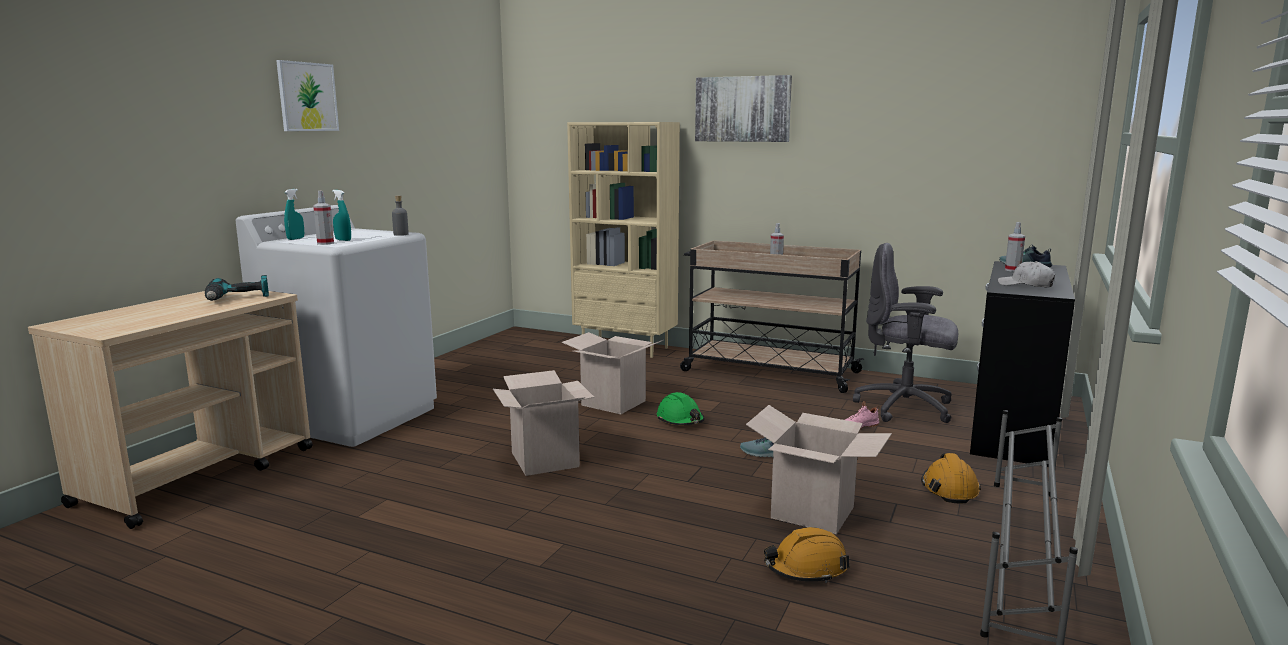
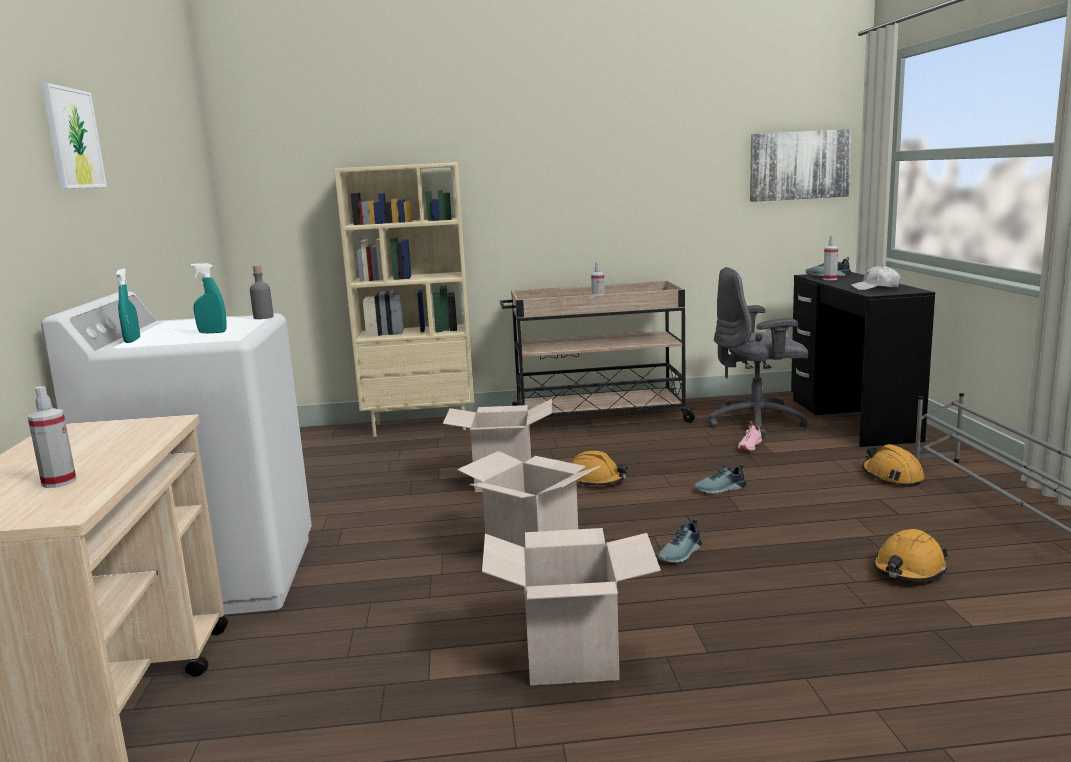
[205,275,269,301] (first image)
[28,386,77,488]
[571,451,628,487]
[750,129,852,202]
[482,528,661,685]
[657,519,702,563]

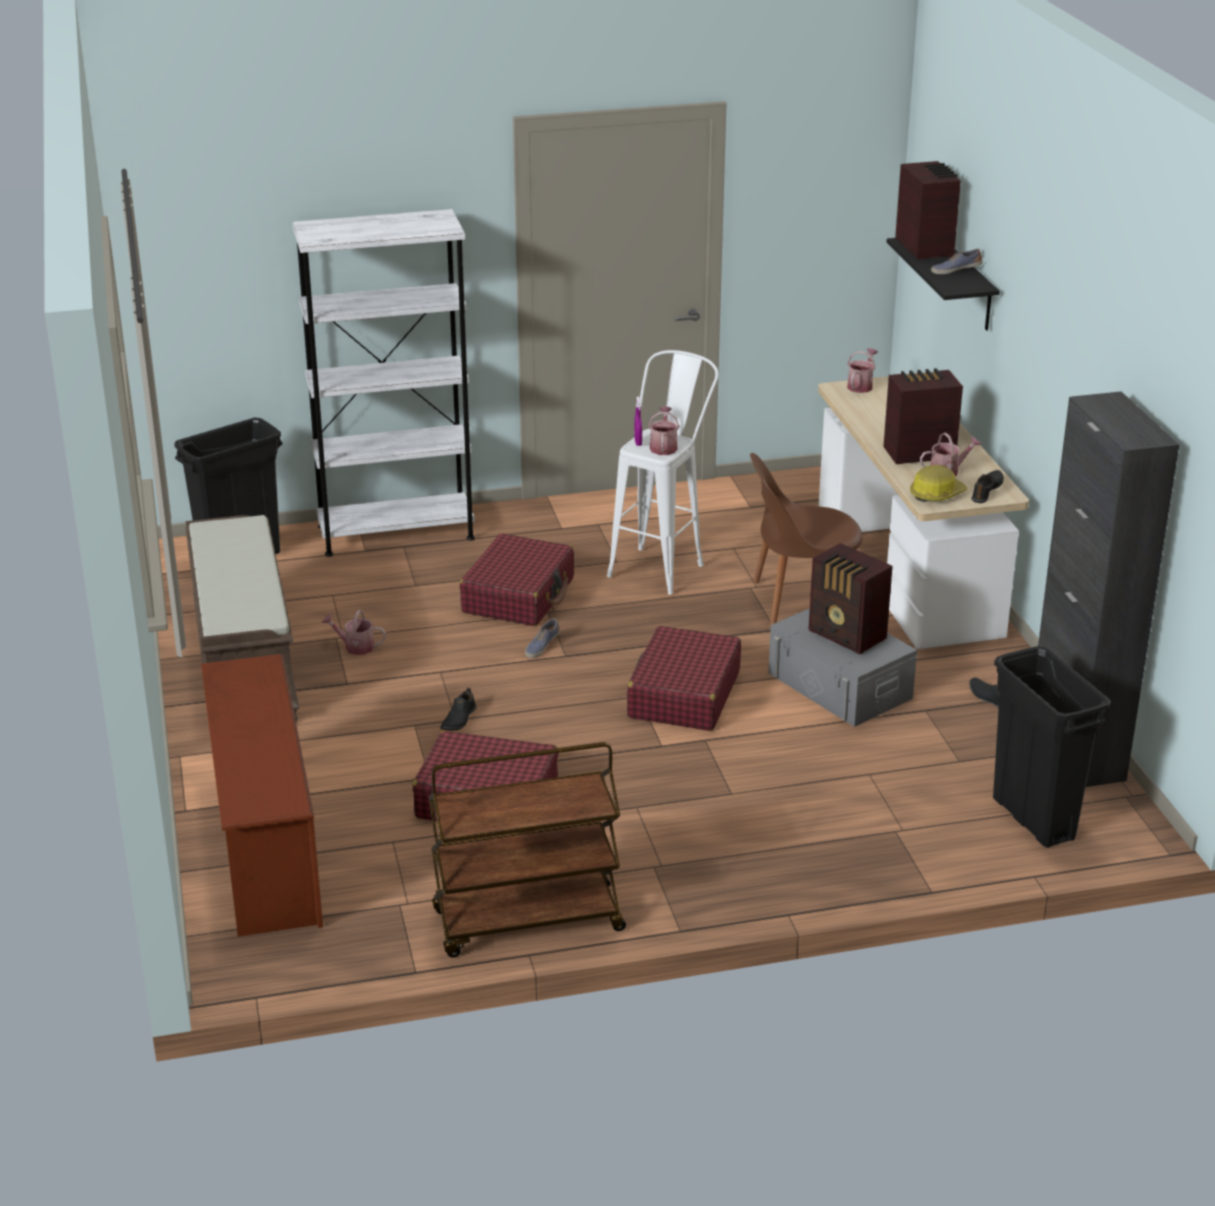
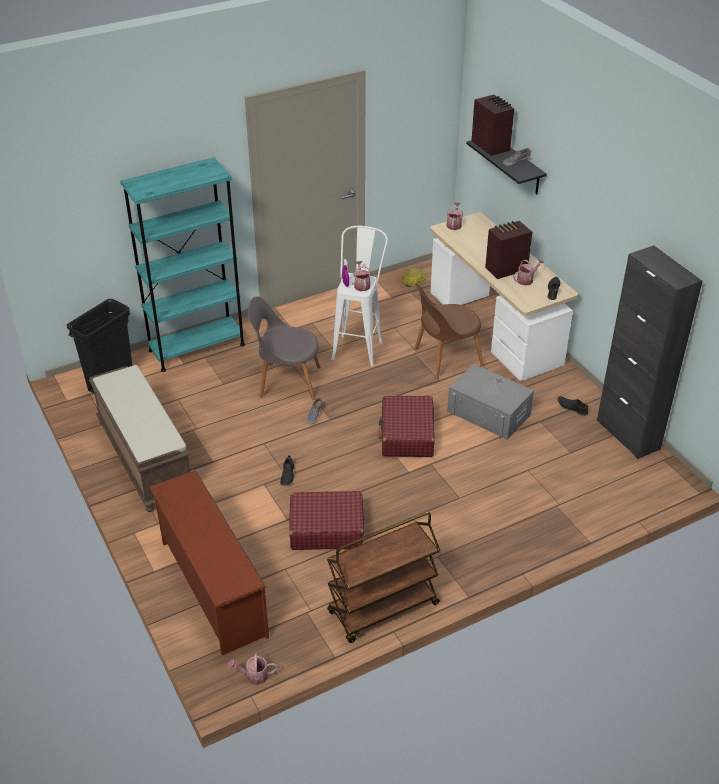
[120,157,245,372]
[228,652,277,685]
[248,296,321,400]
[809,543,893,654] (first image)
[401,267,428,287]
[993,646,1111,848] (first image)

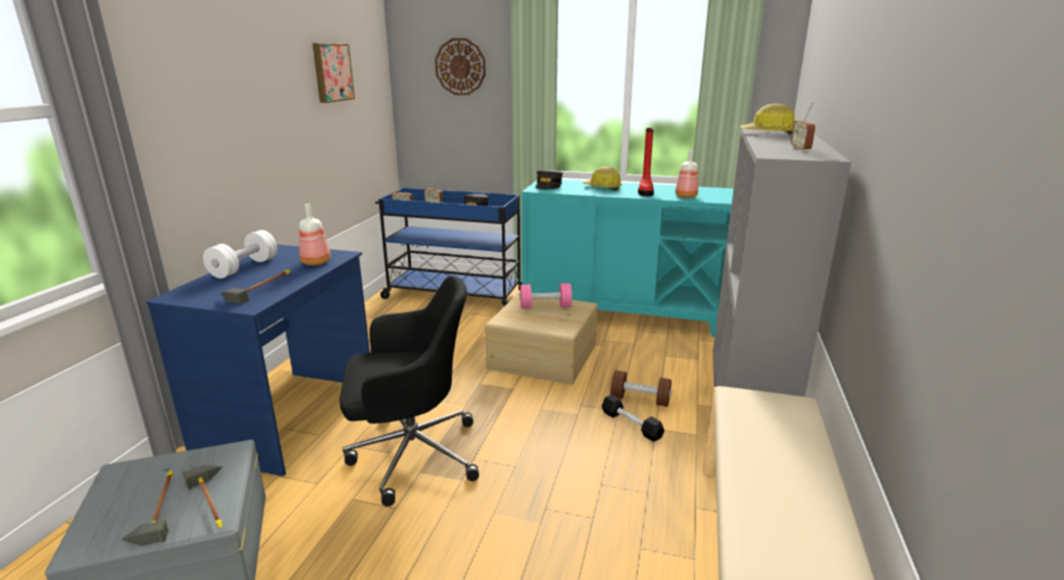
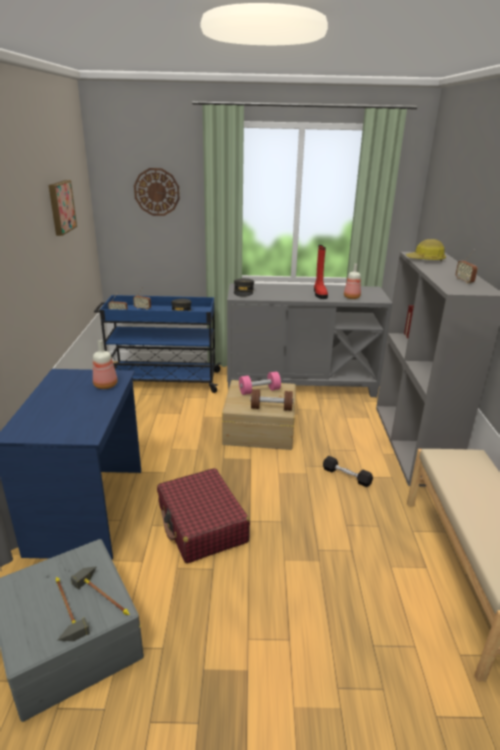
[203,230,277,278] (first image)
[220,270,291,305] (first image)
[157,468,250,564]
[227,283,392,397]
[582,166,622,190] (first image)
[250,389,293,411]

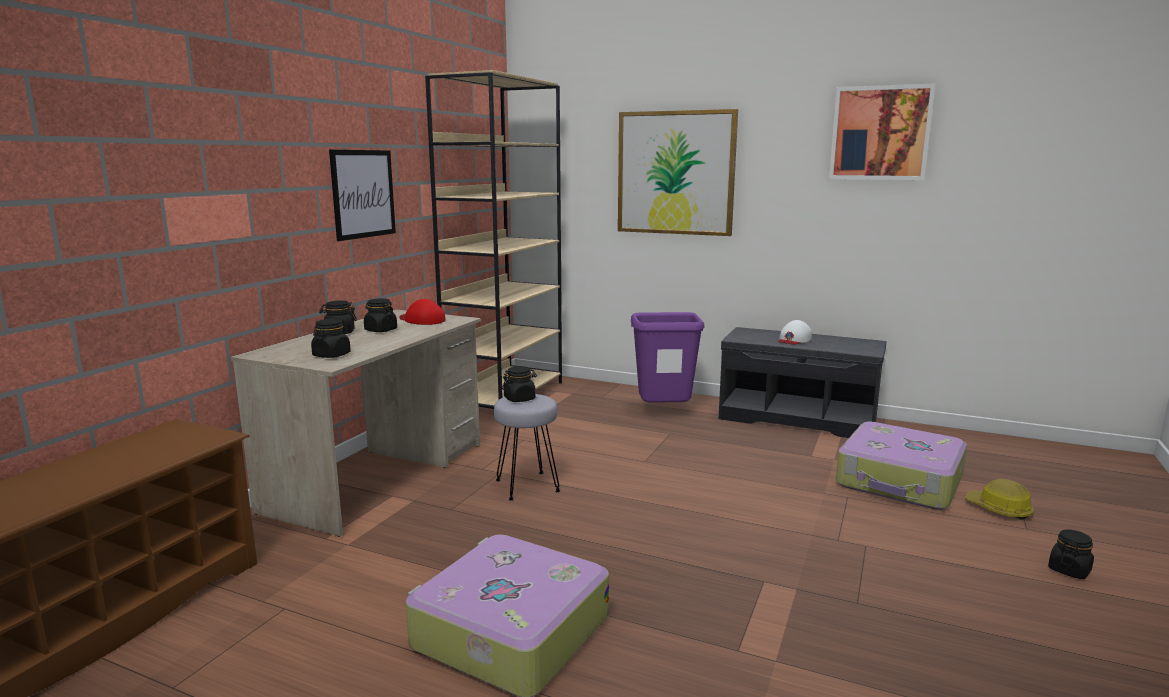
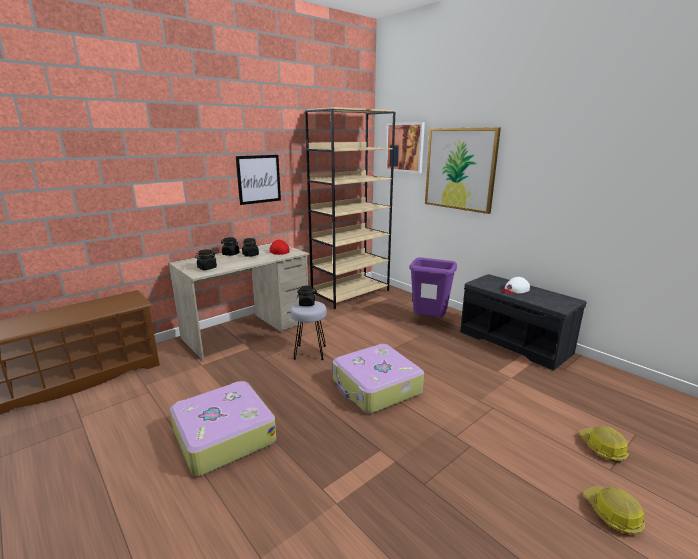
[385,122,425,173]
[333,344,424,413]
[584,486,645,535]

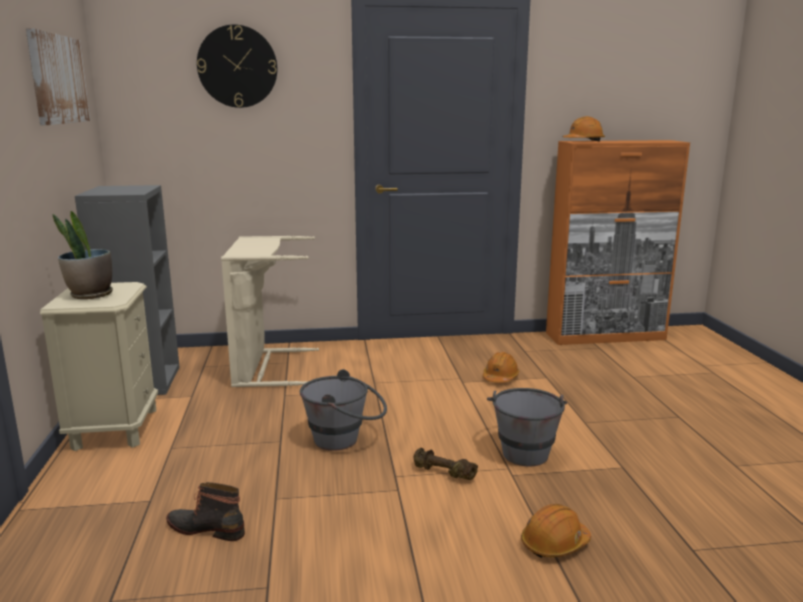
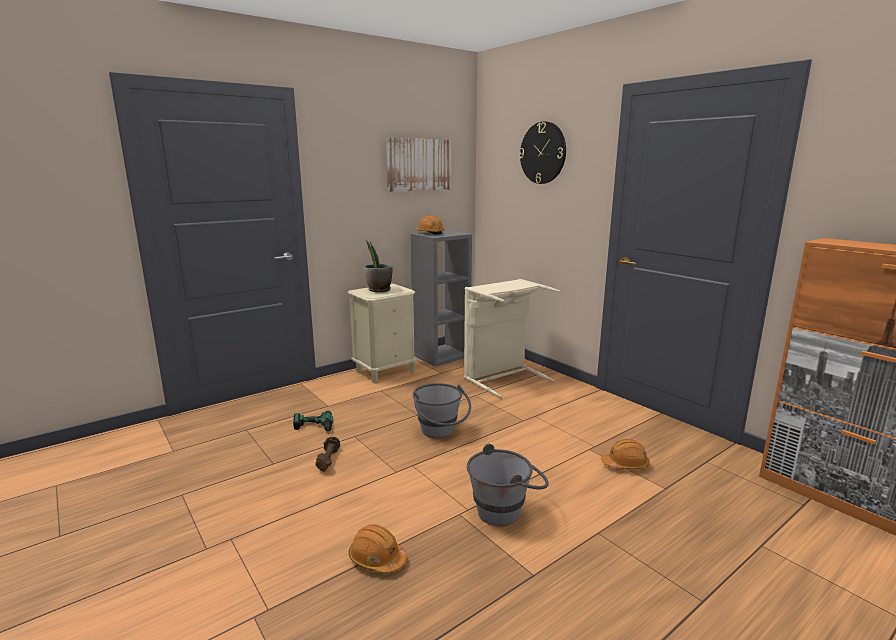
[293,411,333,431]
[315,437,340,472]
[415,215,445,235]

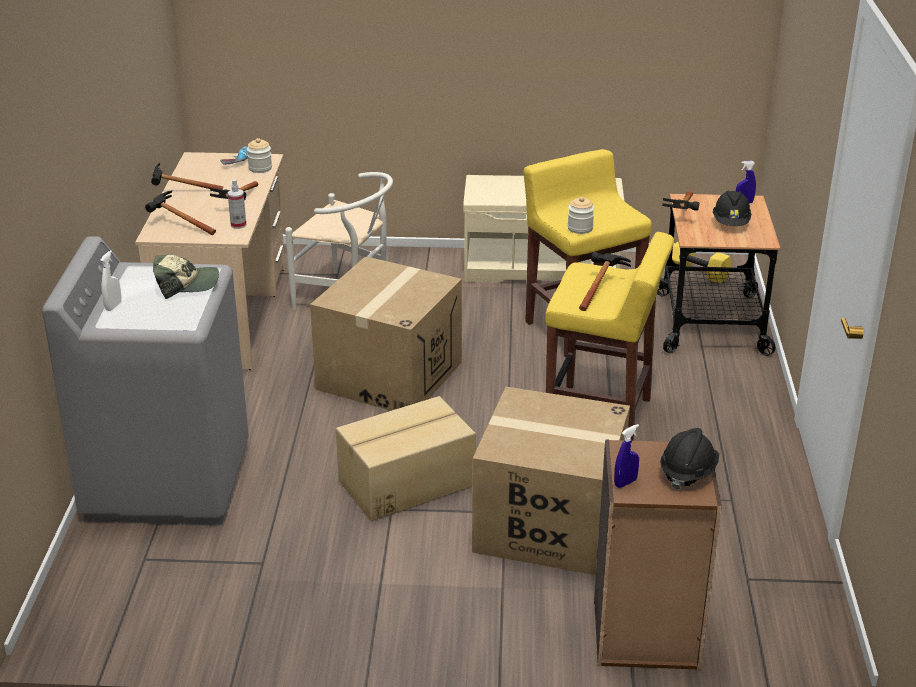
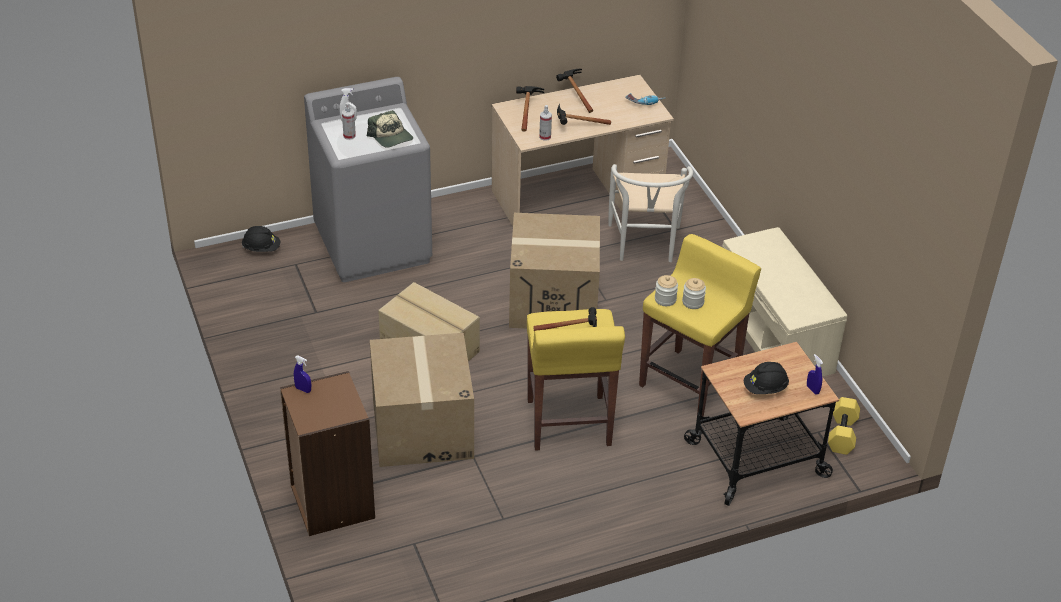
[682,278,706,309]
[242,226,280,252]
[662,191,699,211] (first image)
[342,102,356,140]

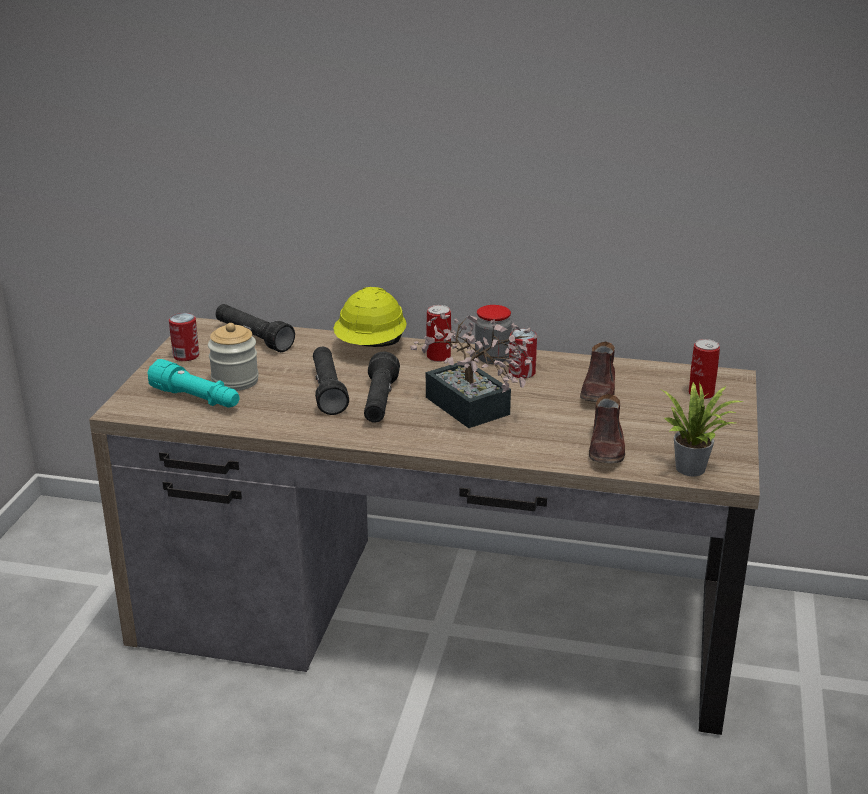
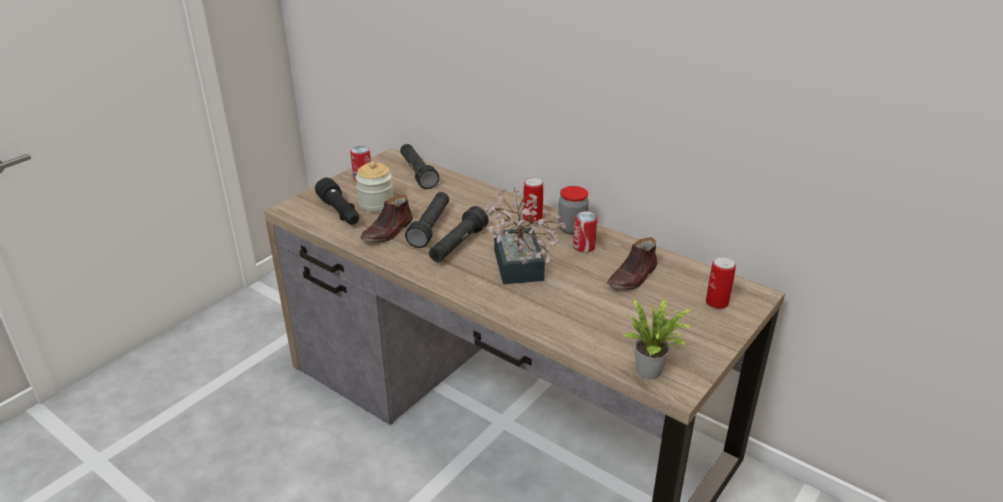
[315,177,359,225]
[333,287,407,347] (first image)
[360,195,413,243]

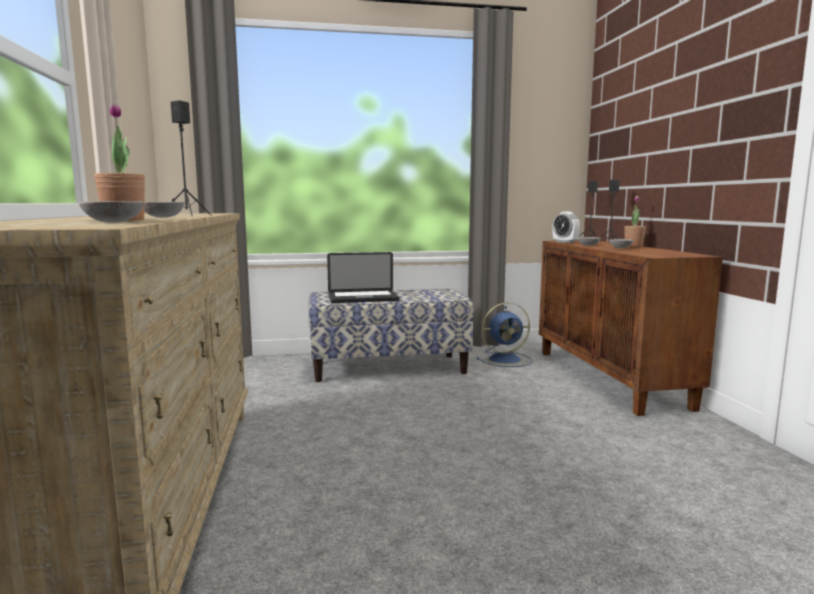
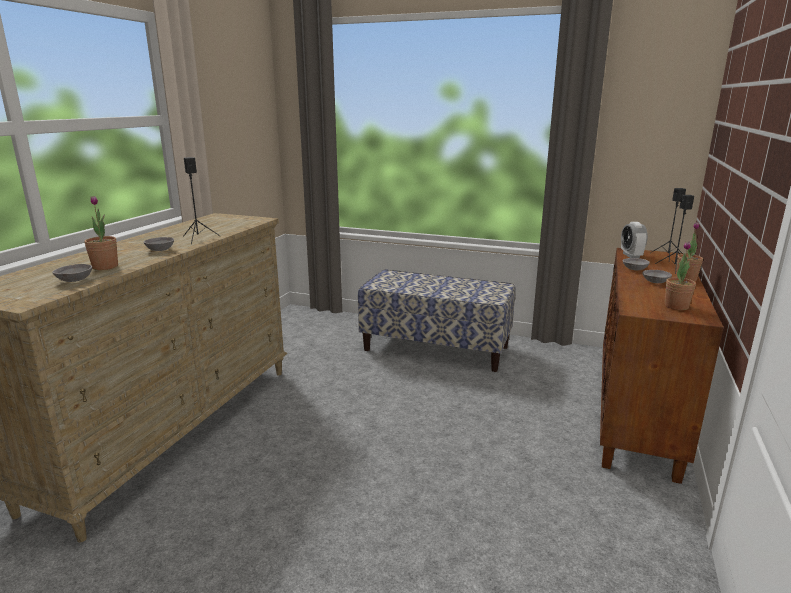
[327,252,399,303] (first image)
[477,303,532,367] (first image)
[665,241,696,310]

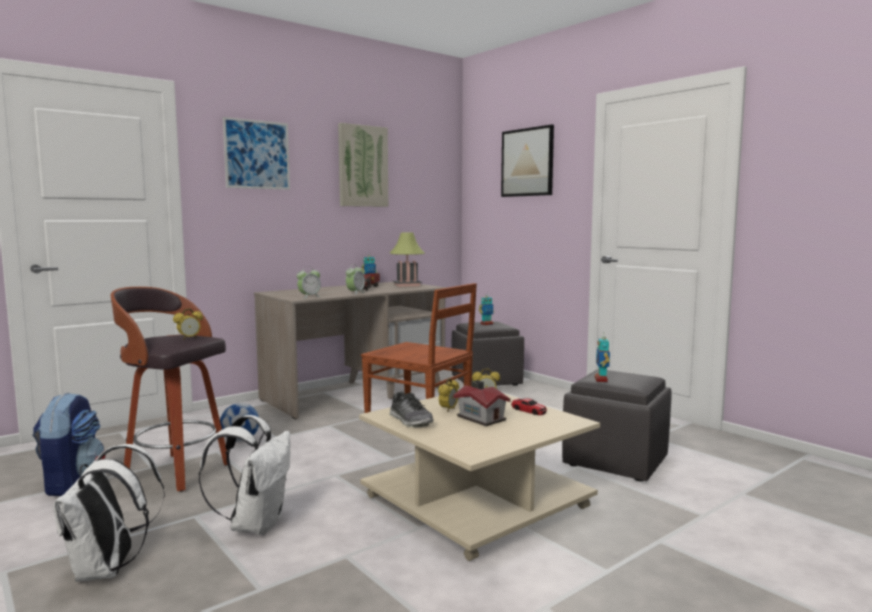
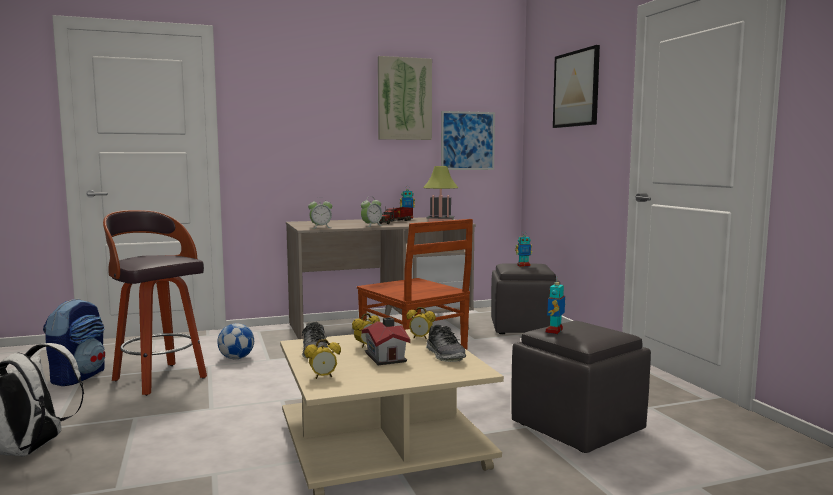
[304,339,341,379]
[199,415,291,535] (first image)
[441,111,495,170]
[426,324,466,362]

